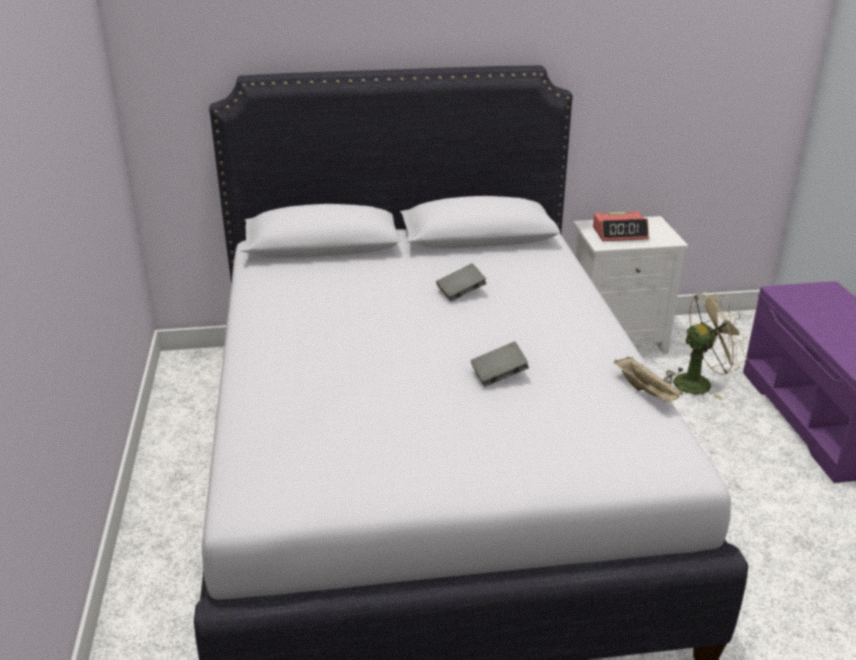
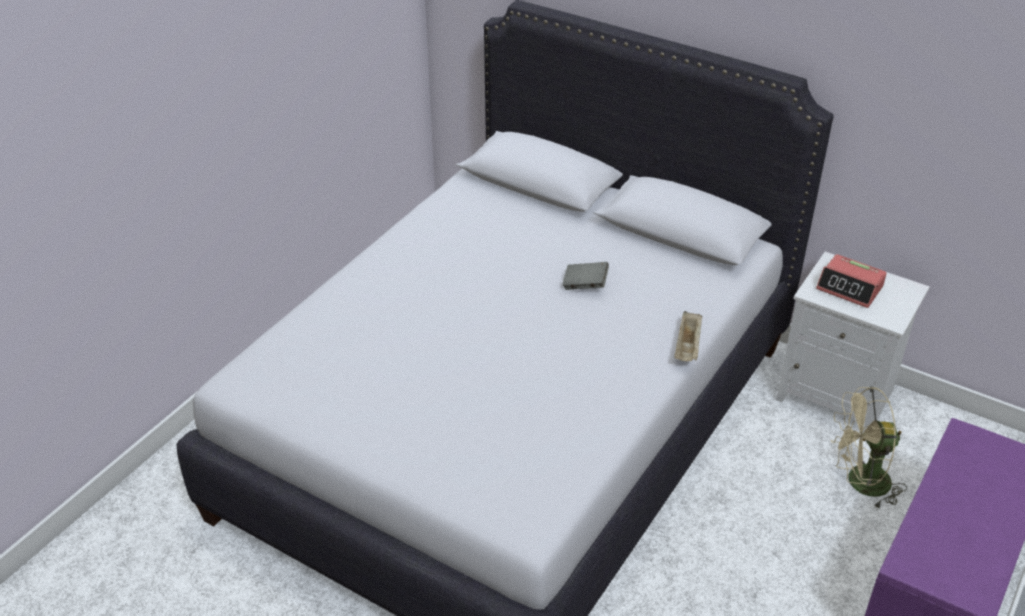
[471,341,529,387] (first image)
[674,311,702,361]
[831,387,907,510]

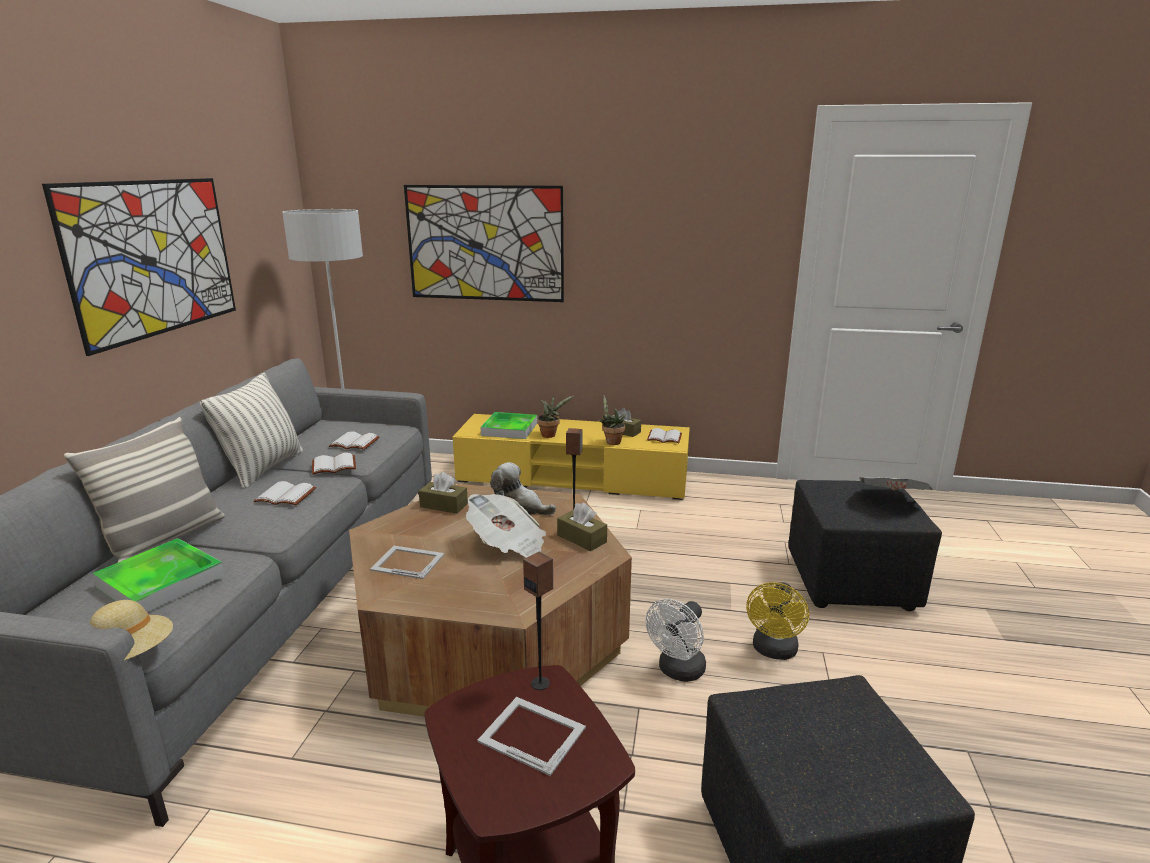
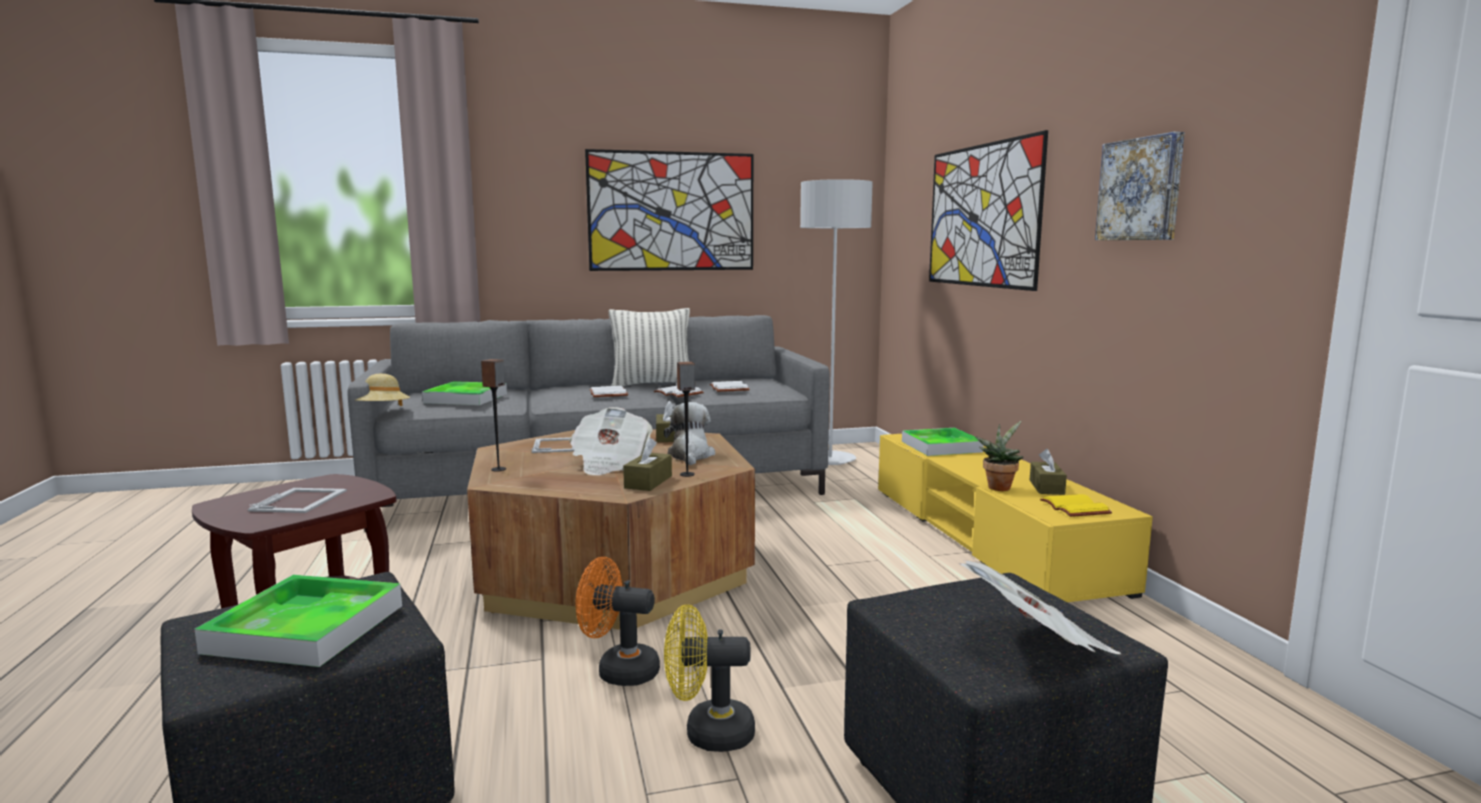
[64,417,225,563] (first image)
[481,359,506,471]
[537,394,574,438] (first image)
[576,557,660,686]
[1040,494,1112,517]
[194,575,402,667]
[1095,132,1185,240]

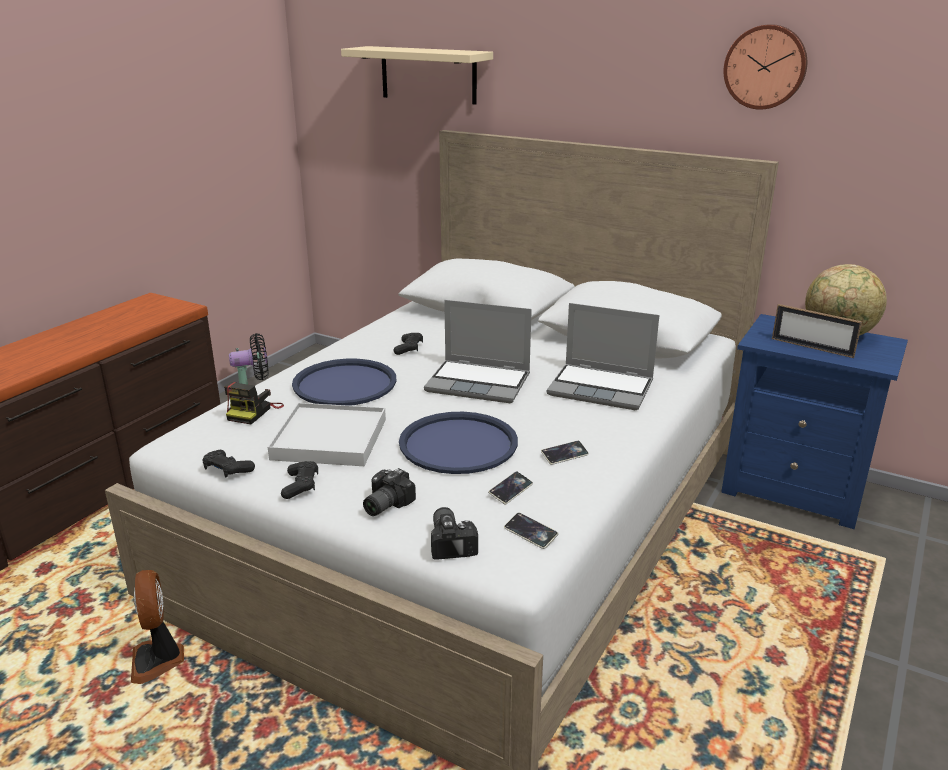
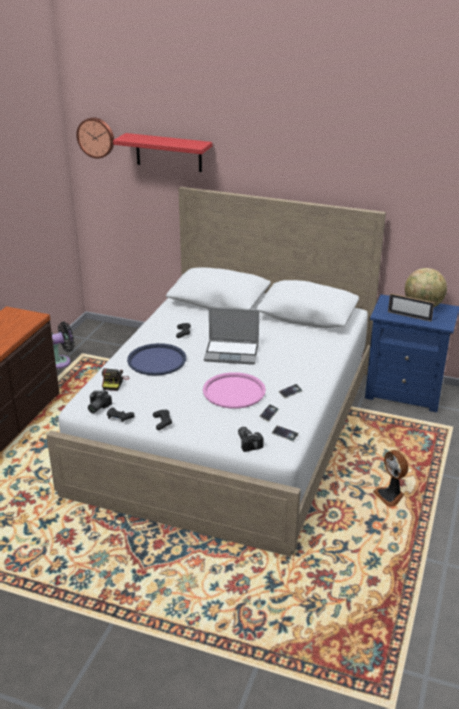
[373,450,408,507]
[268,403,386,466] (first image)
[113,133,212,172]
[88,390,112,413]
[203,372,266,409]
[547,303,659,410] (first image)
[76,117,114,158]

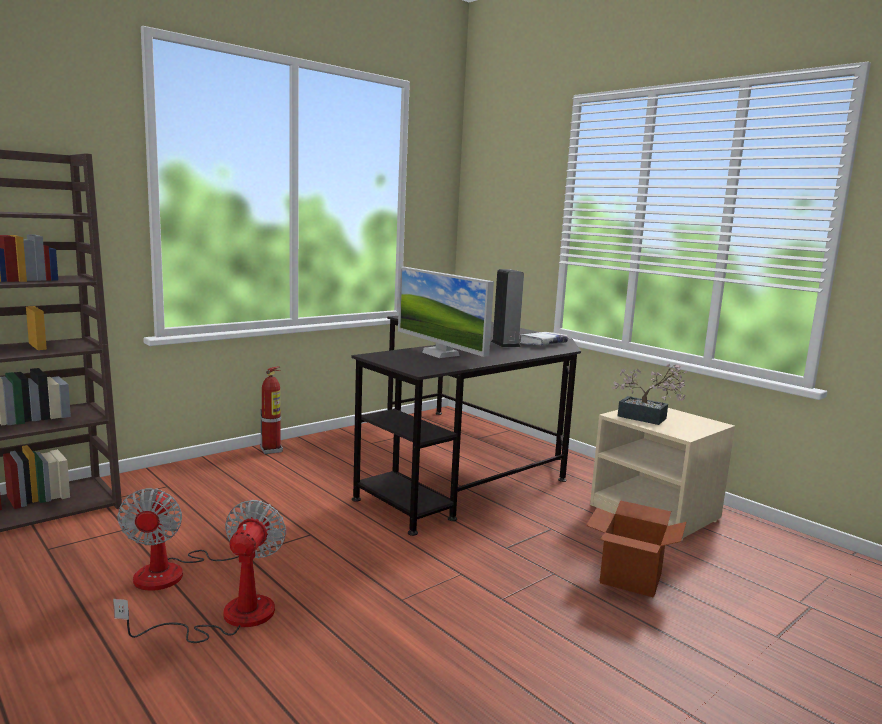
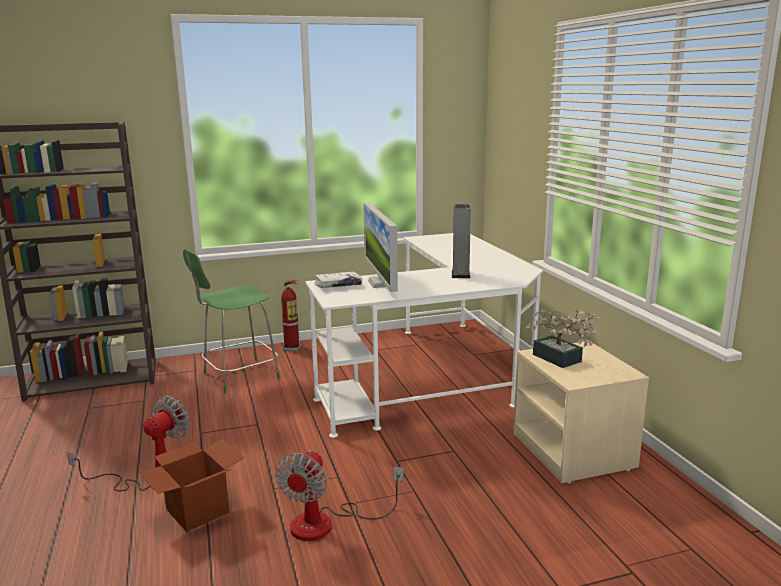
[275,450,404,541]
[305,233,543,438]
[314,271,362,288]
[138,439,245,532]
[183,249,280,393]

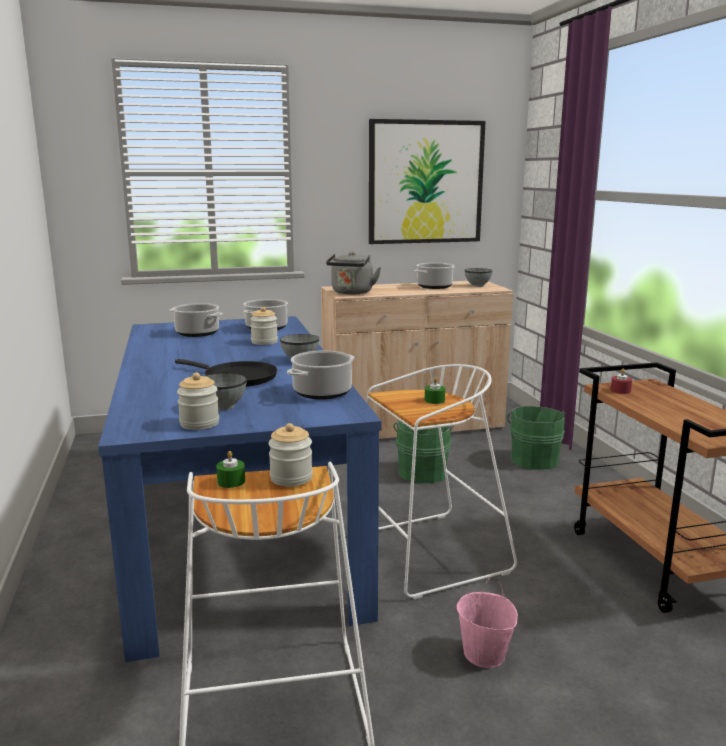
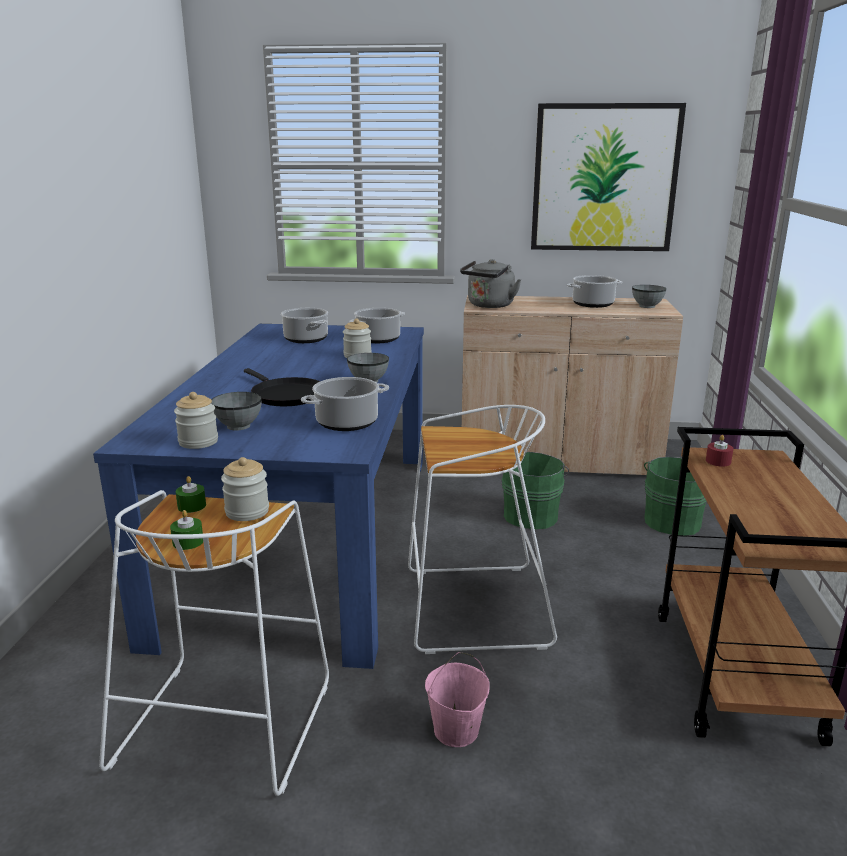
[170,510,203,550]

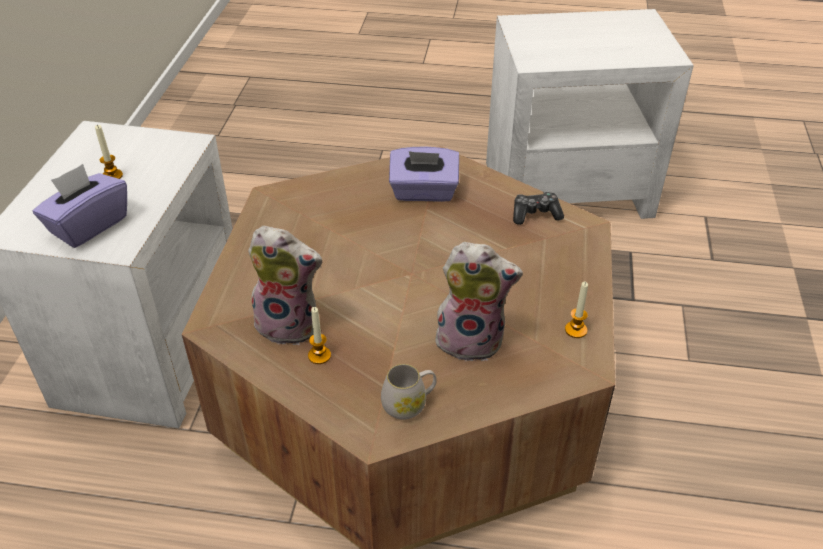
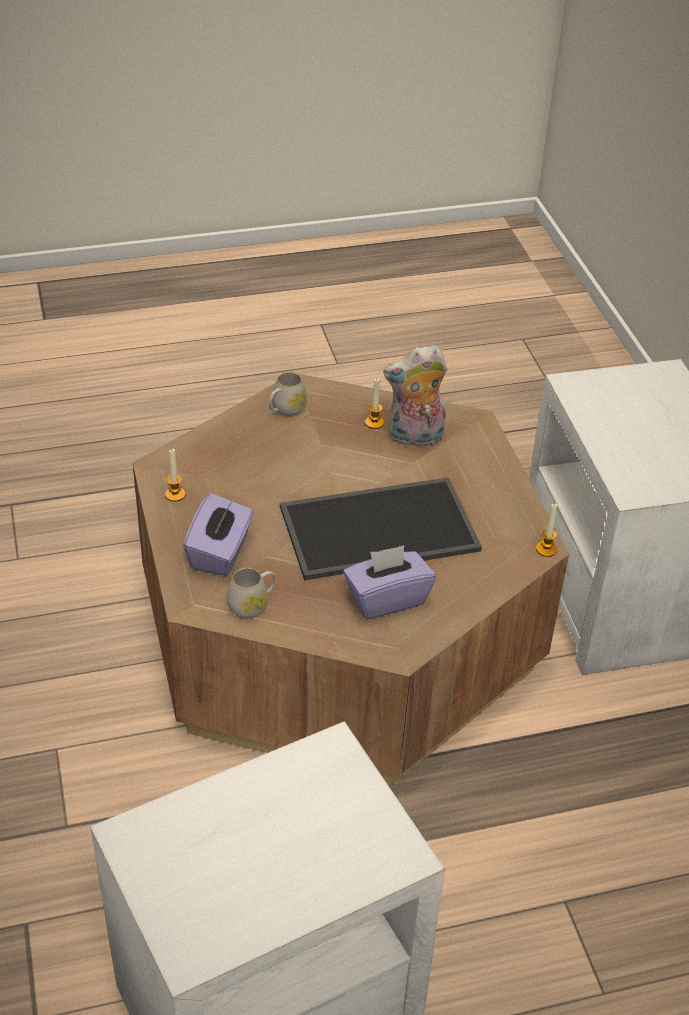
[183,493,253,576]
[536,503,557,557]
[436,242,523,361] (first image)
[227,568,276,619]
[280,477,482,580]

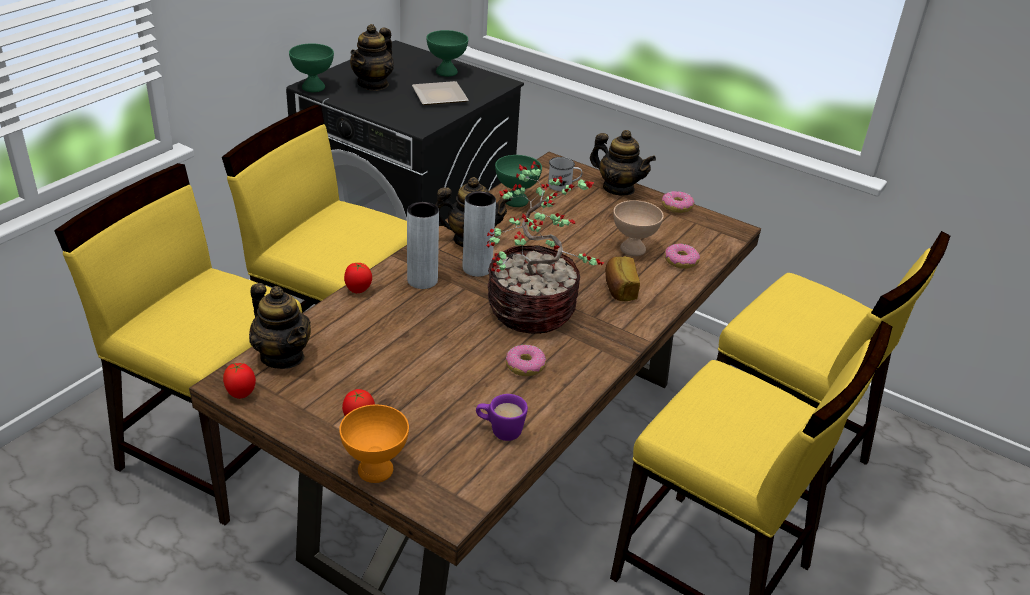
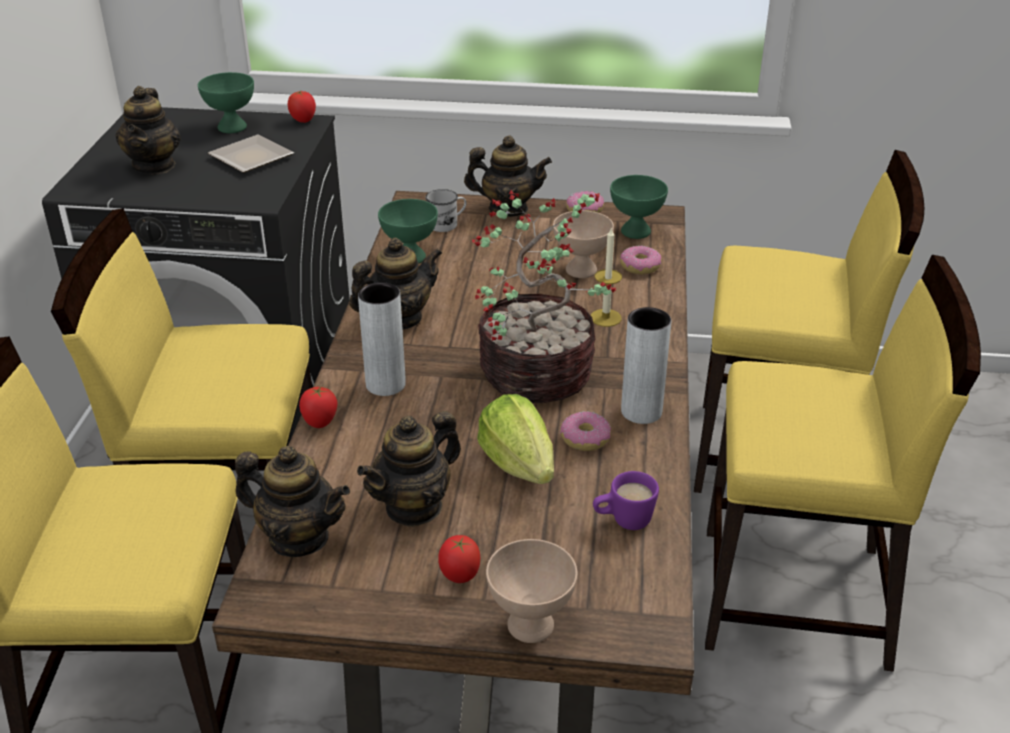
[288,91,316,123]
[610,175,668,239]
[486,539,577,643]
[621,307,671,424]
[591,227,622,327]
[357,411,461,527]
[477,394,554,484]

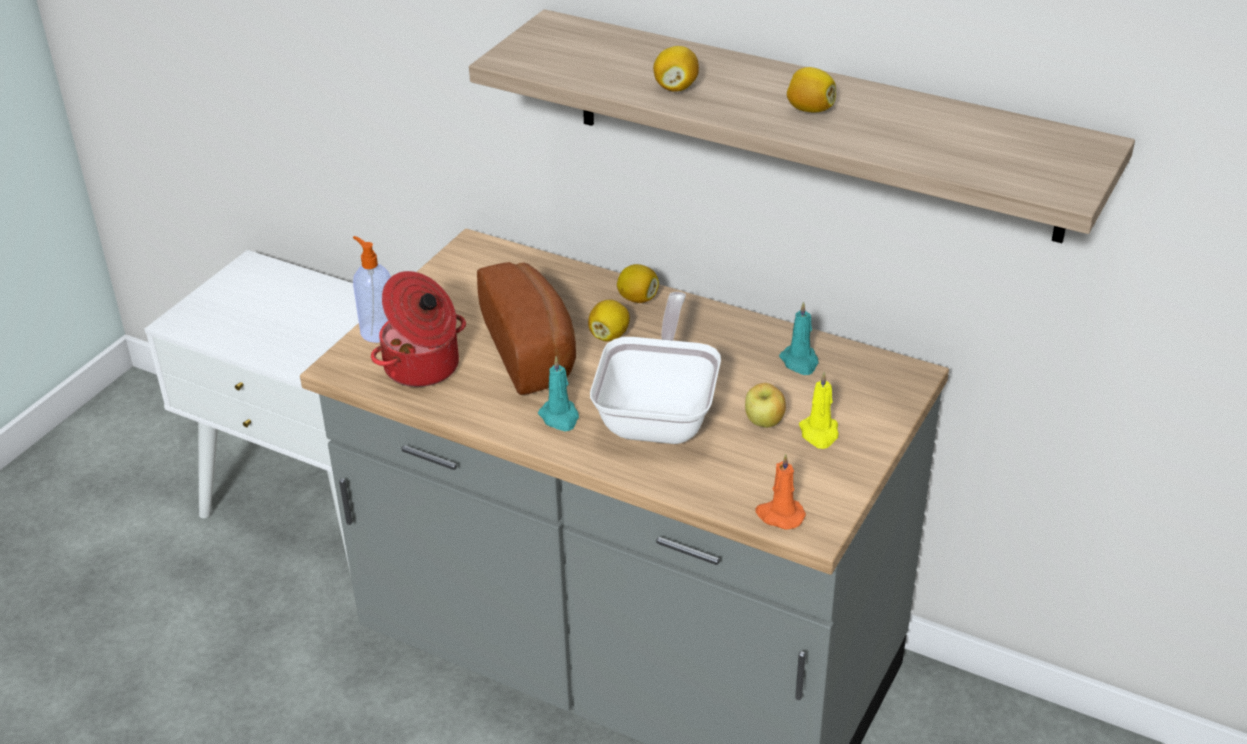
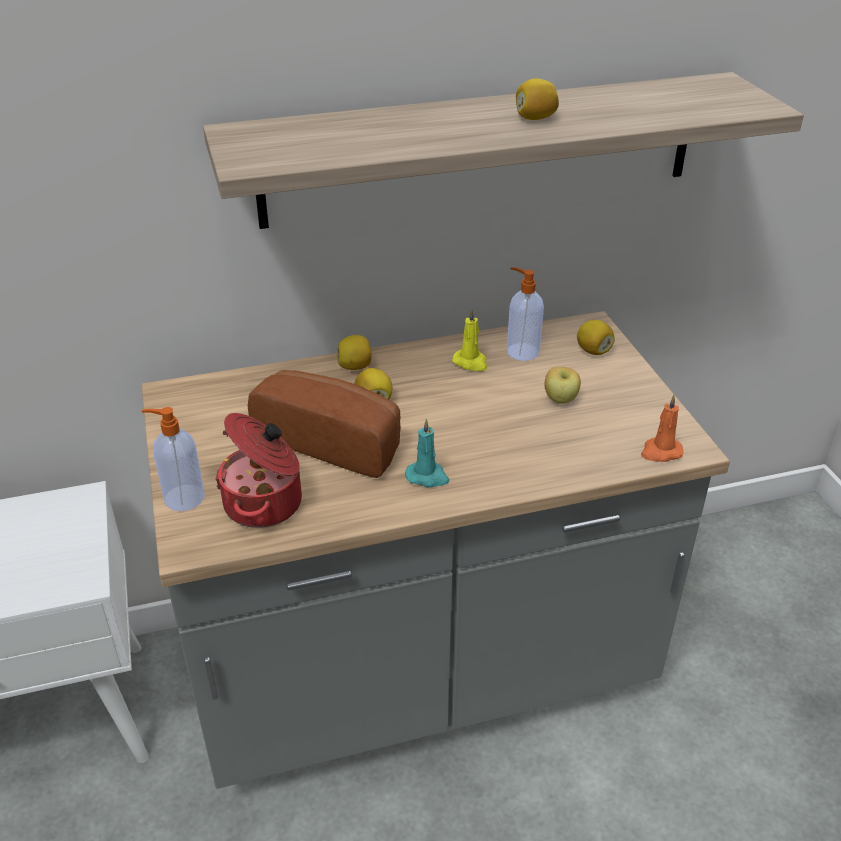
[590,292,721,444] (first image)
[577,320,615,355]
[507,267,544,361]
[452,309,487,371]

